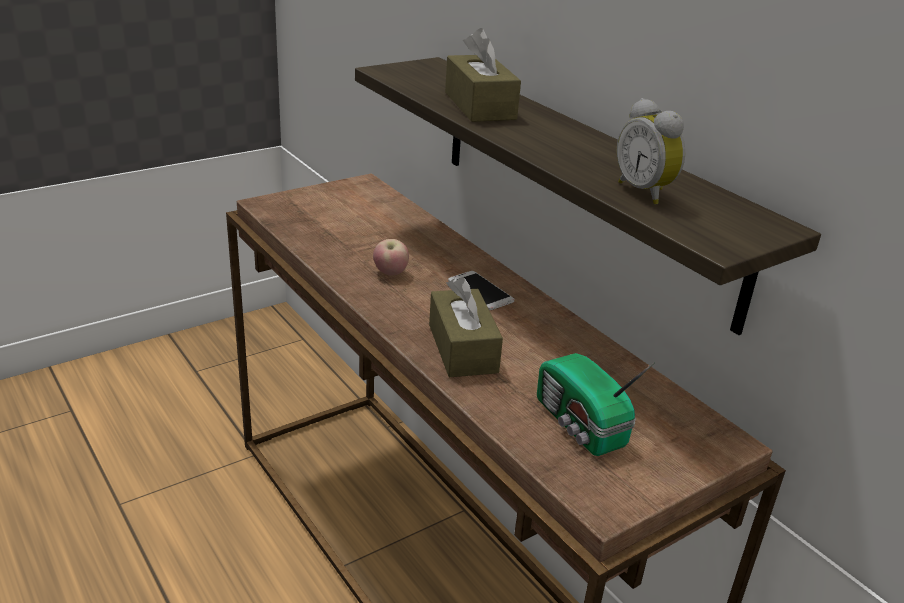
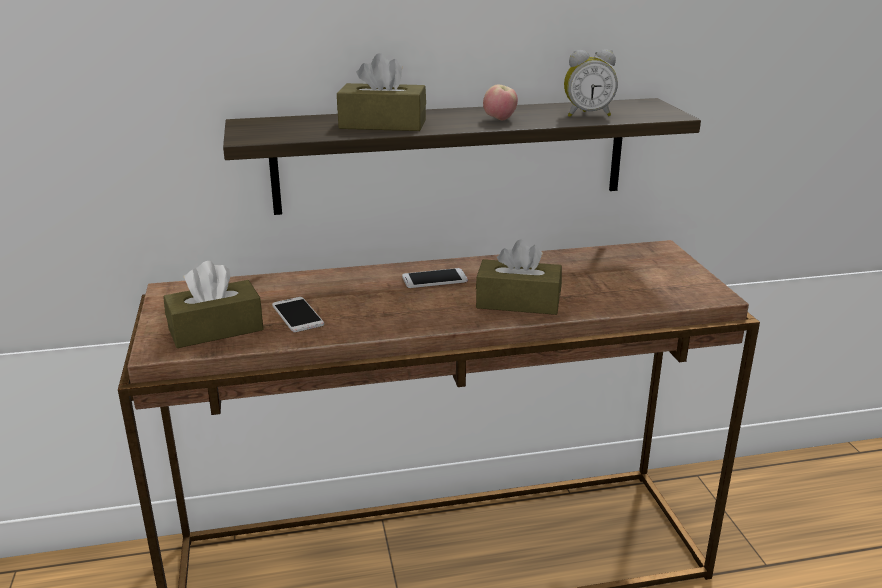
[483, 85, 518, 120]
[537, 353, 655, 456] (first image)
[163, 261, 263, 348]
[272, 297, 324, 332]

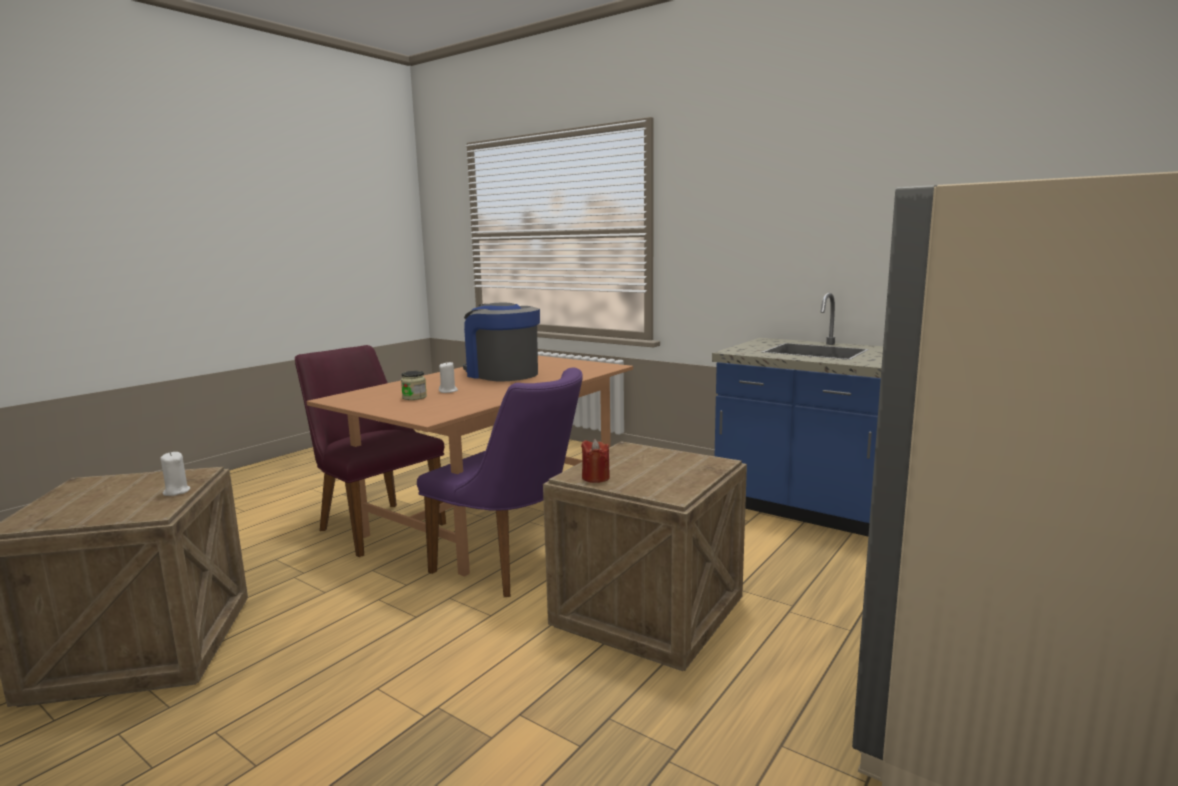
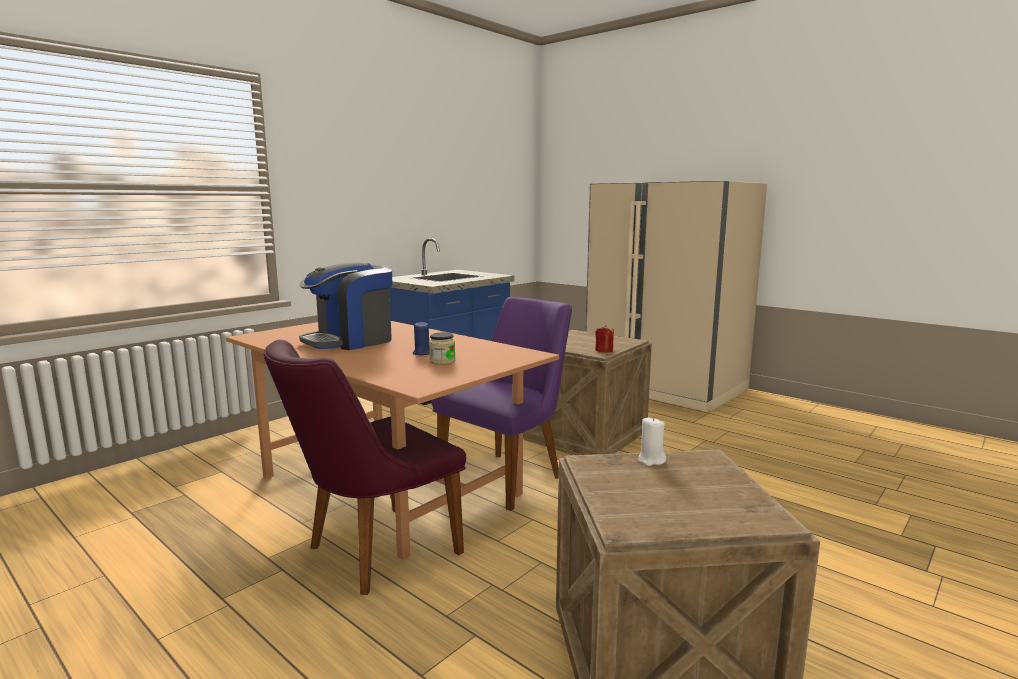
[413, 322, 430, 355]

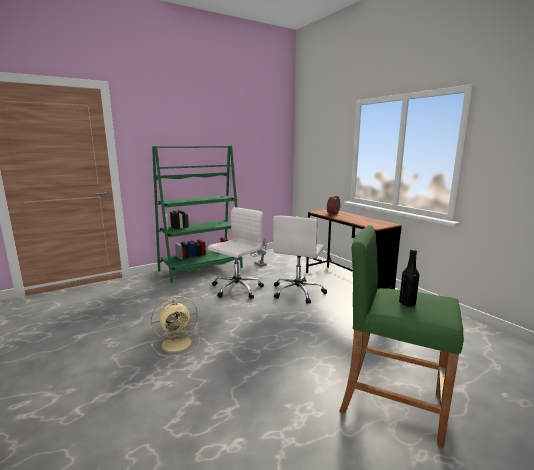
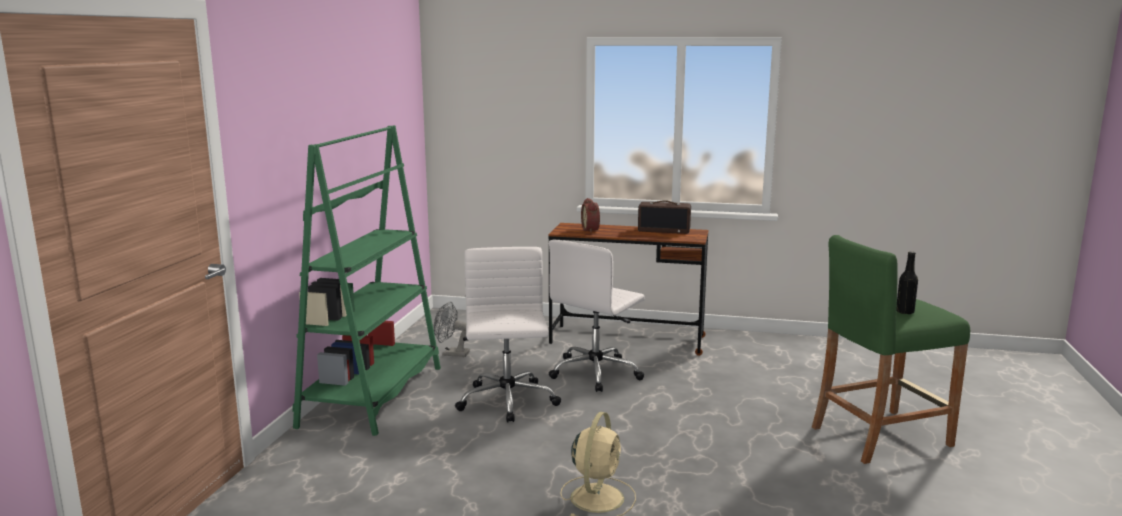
[549, 240, 645, 392]
[638, 200, 691, 234]

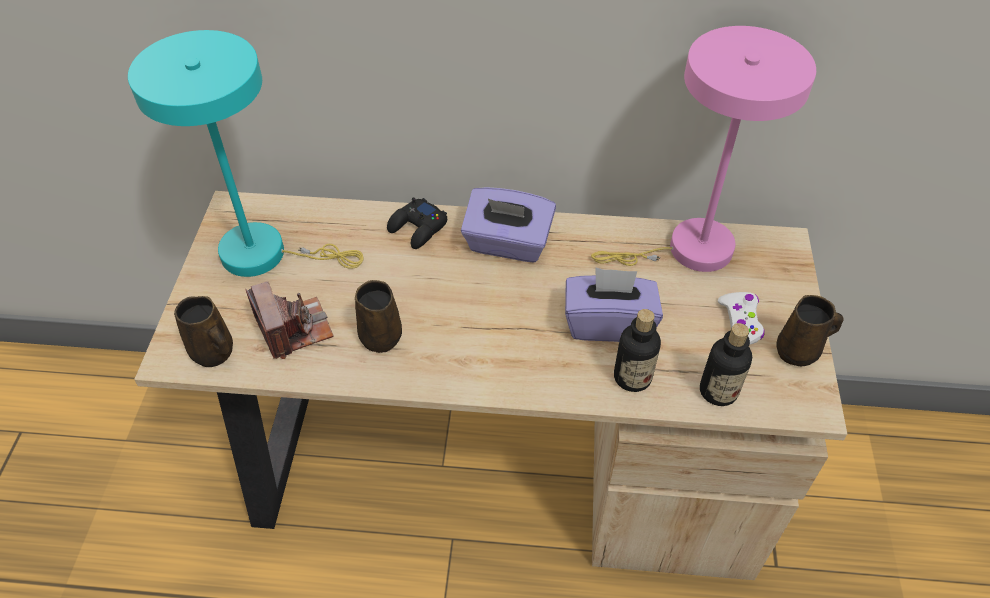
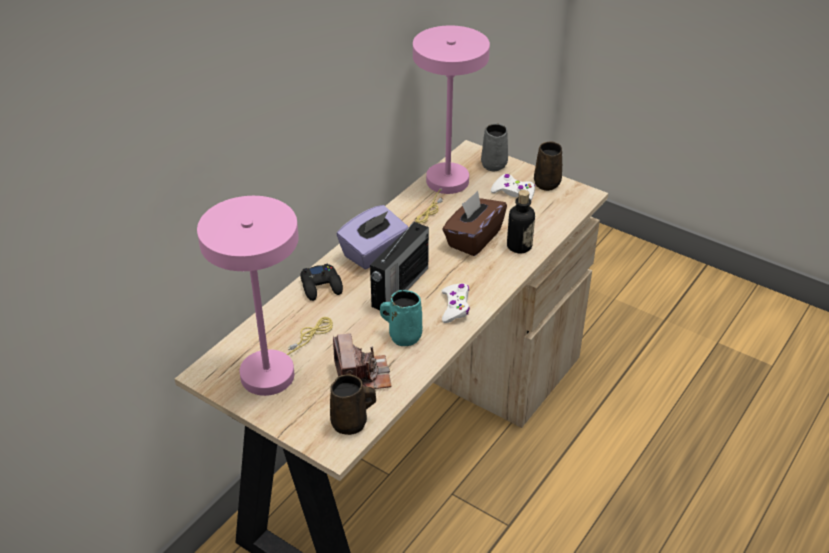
[197, 196, 333, 396]
[442, 191, 507, 256]
[380, 290, 423, 346]
[333, 333, 392, 389]
[700, 323, 752, 406] (first image)
[481, 123, 508, 171]
[370, 220, 429, 310]
[442, 283, 470, 323]

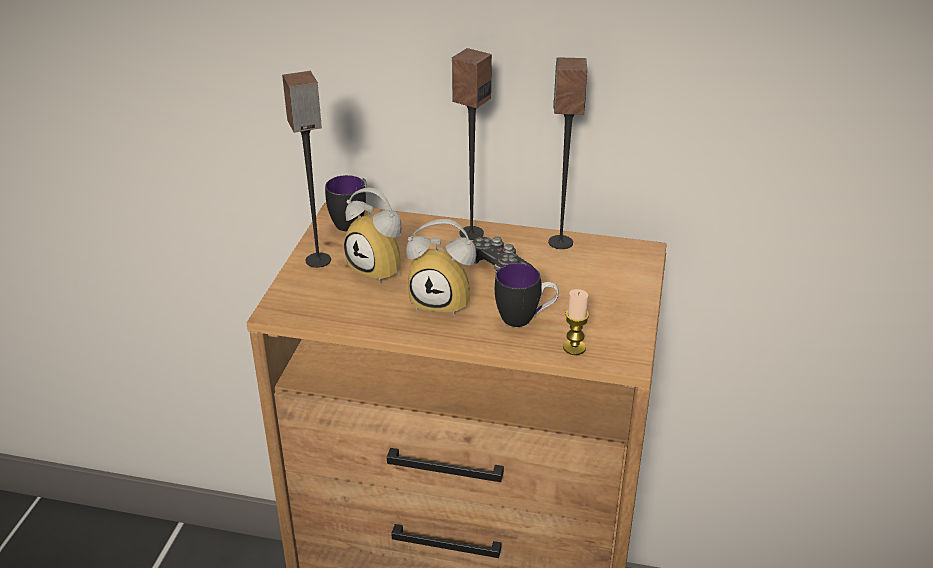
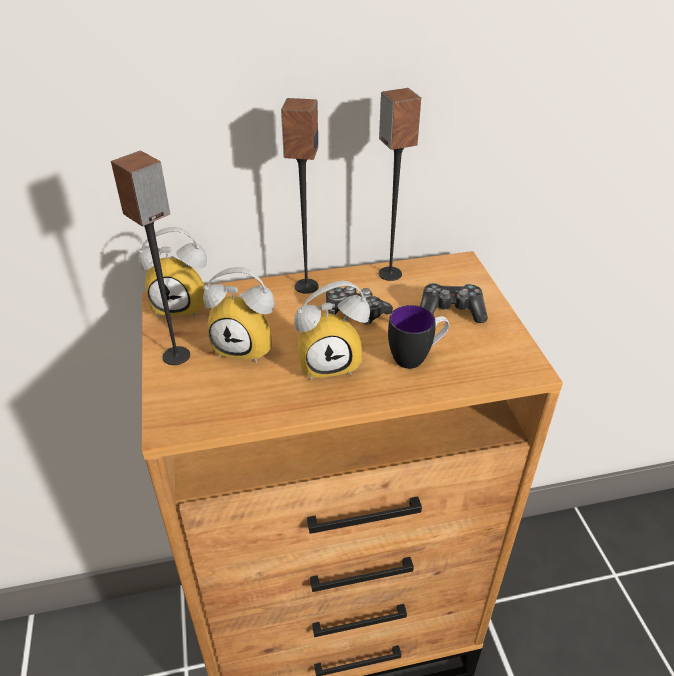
[138, 227, 207, 318]
[563, 289, 589, 355] (first image)
[420, 283, 488, 323]

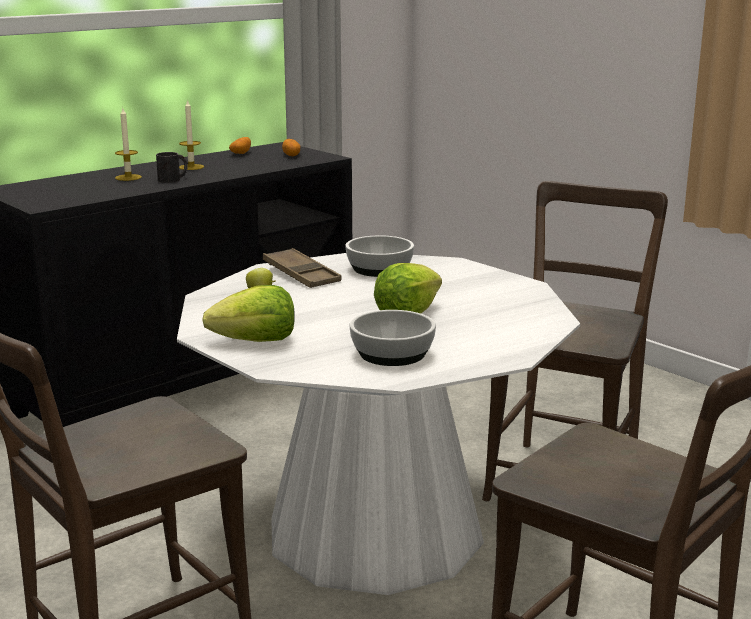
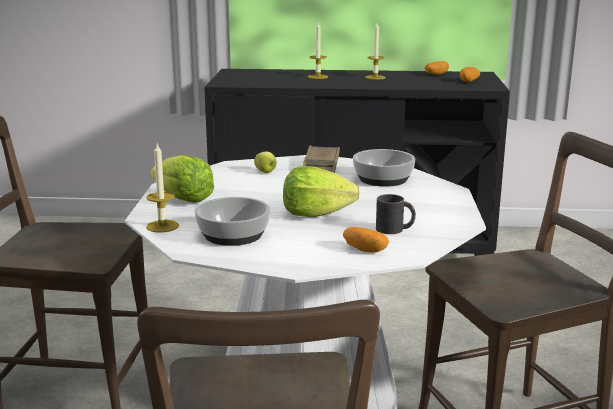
[376, 194, 416, 234]
[146, 144, 179, 232]
[343, 227, 389, 253]

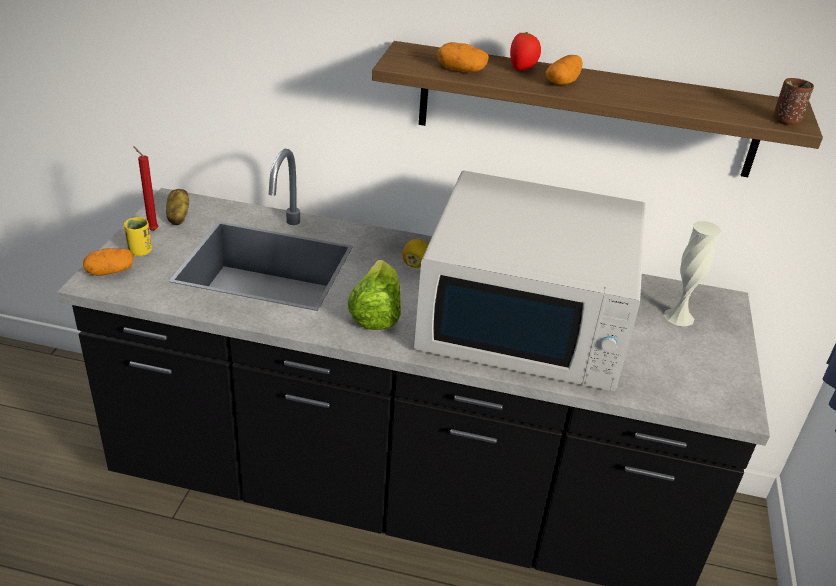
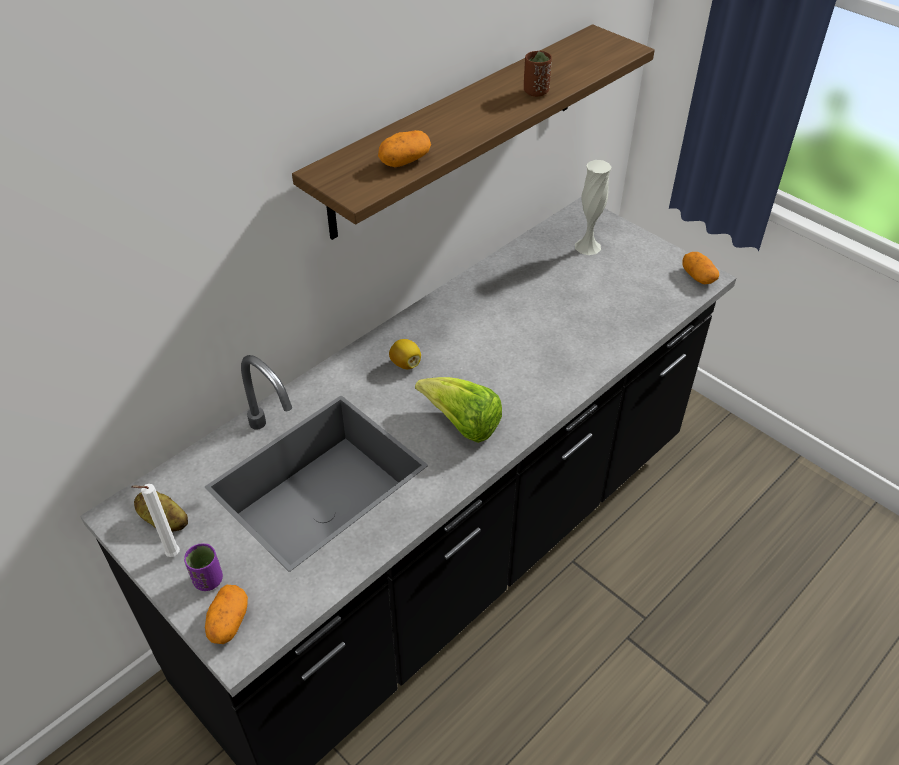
[510, 32, 541, 71] (first image)
[682, 252, 719, 284]
[524, 51, 552, 97]
[131, 484, 180, 557]
[414, 171, 646, 391] (first image)
[184, 543, 223, 591]

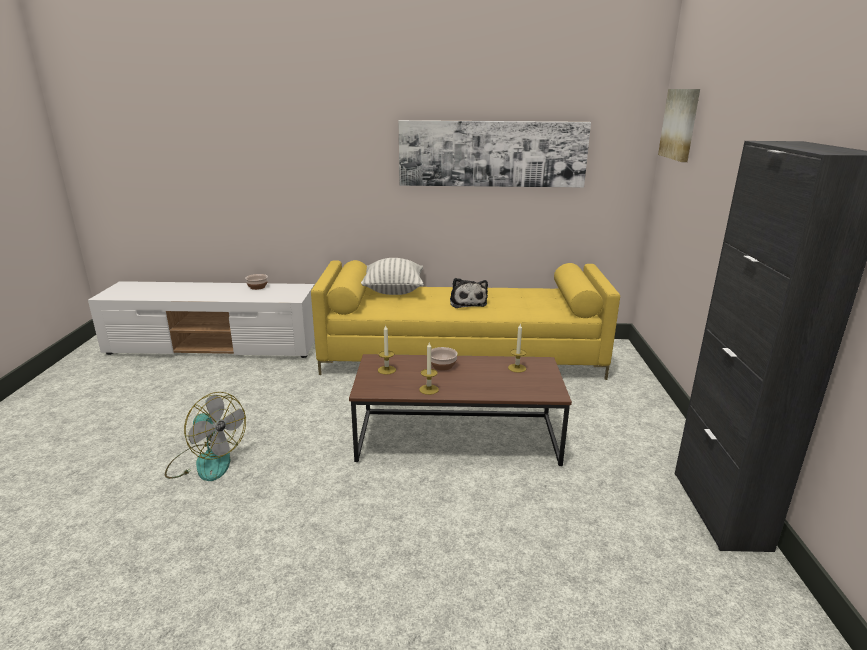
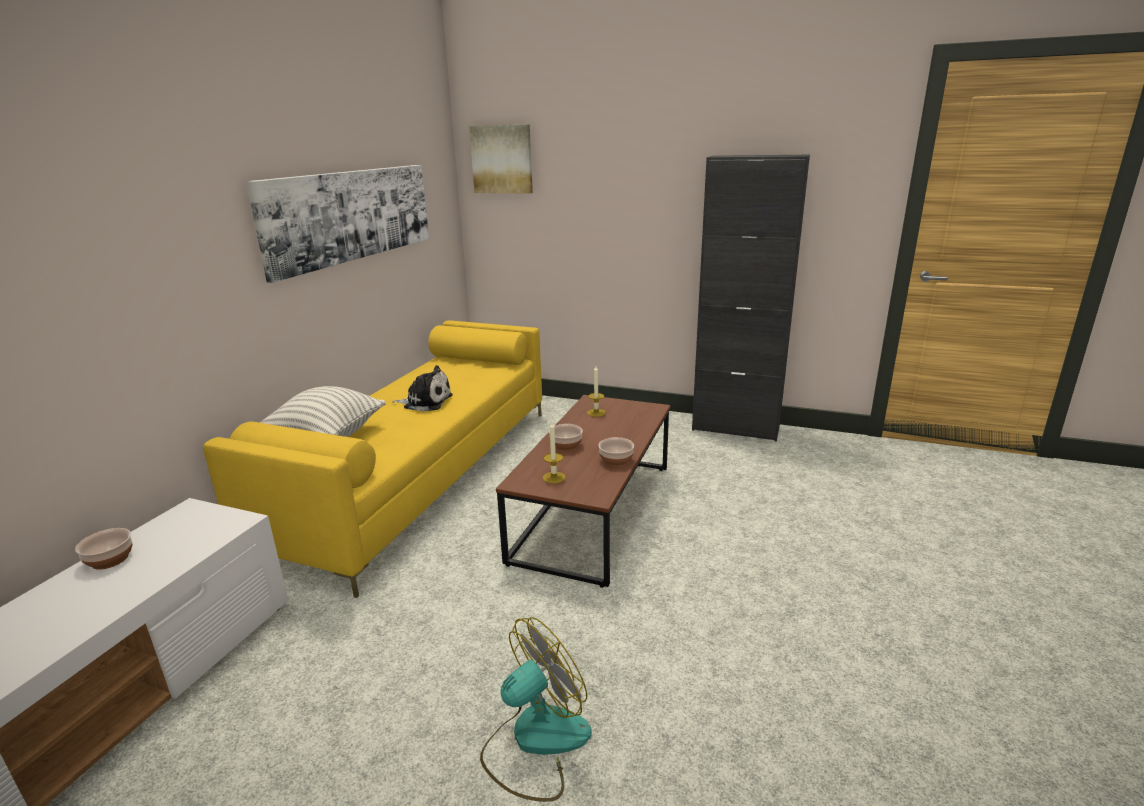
[598, 437, 634, 466]

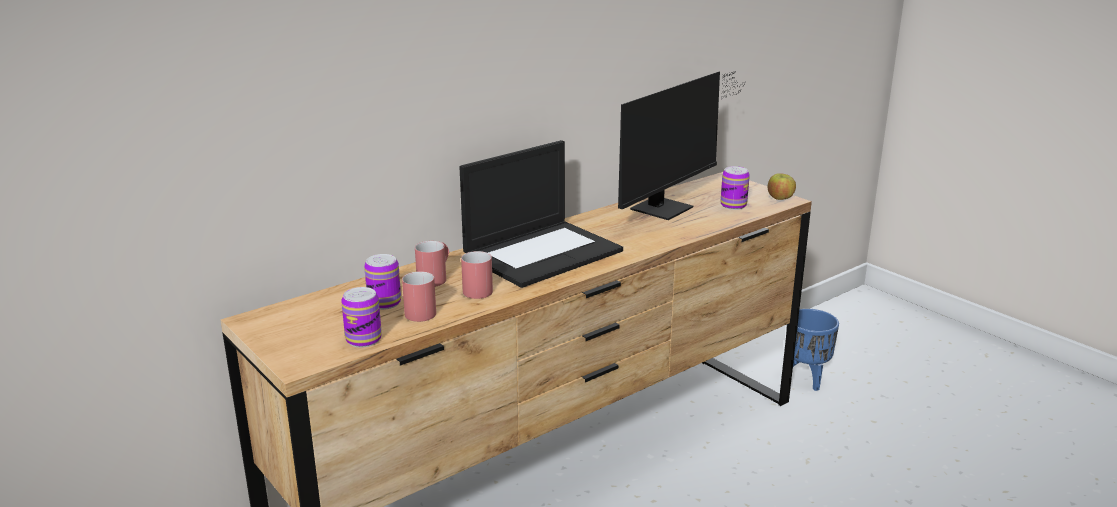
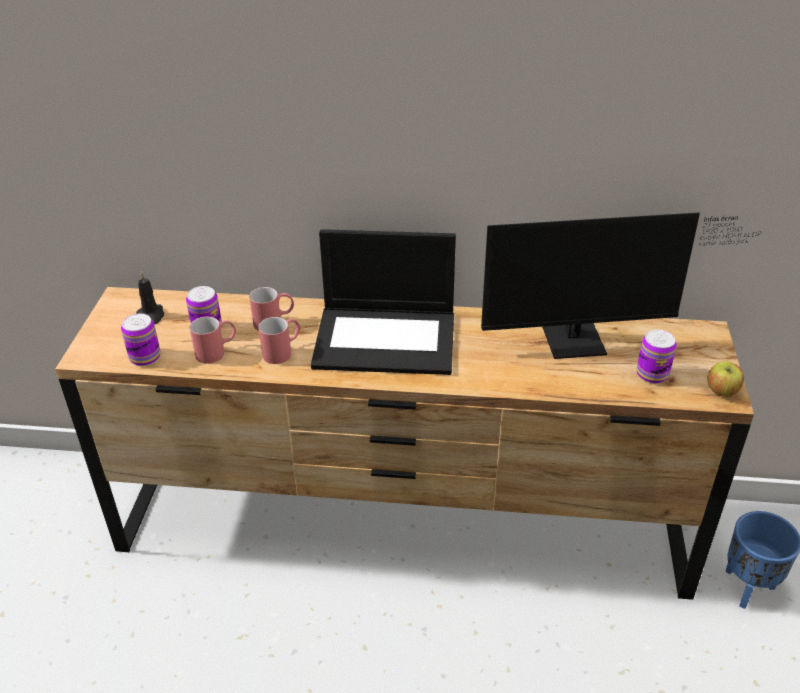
[136, 272, 164, 324]

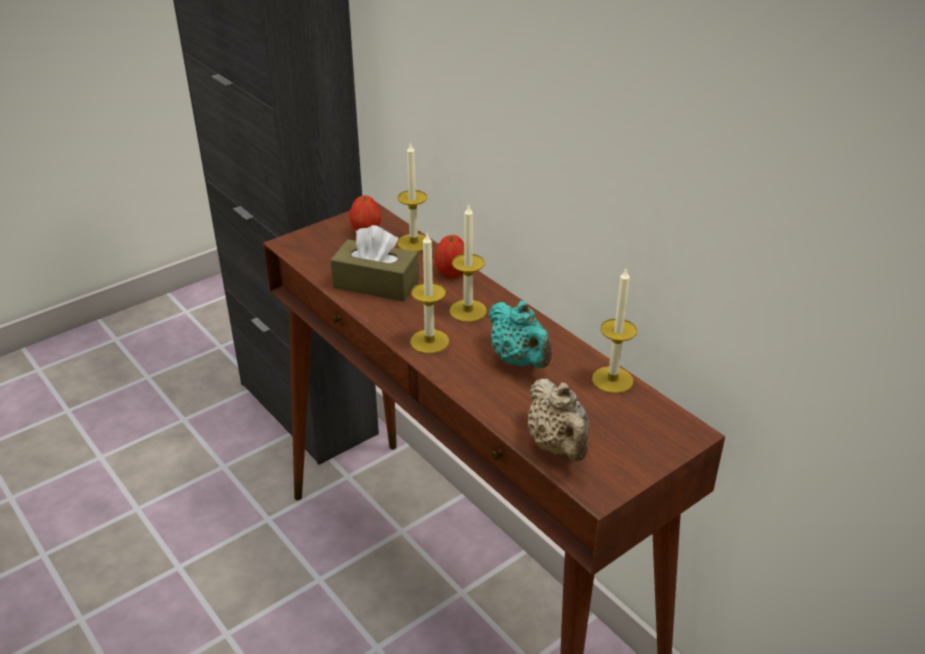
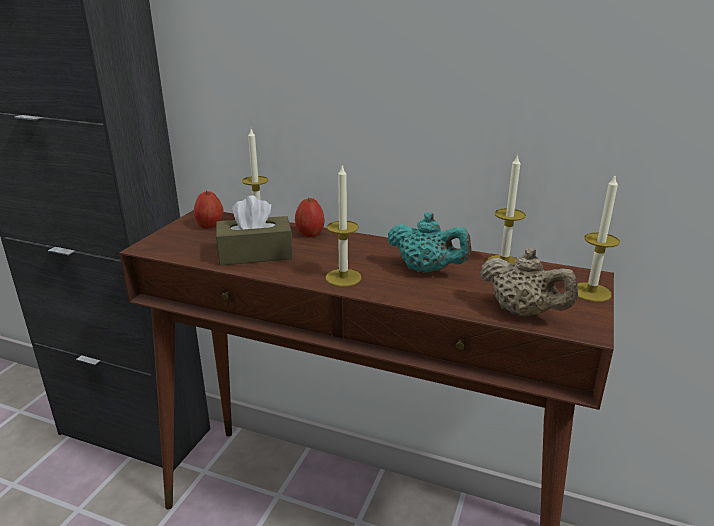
[578, 174, 620, 302]

